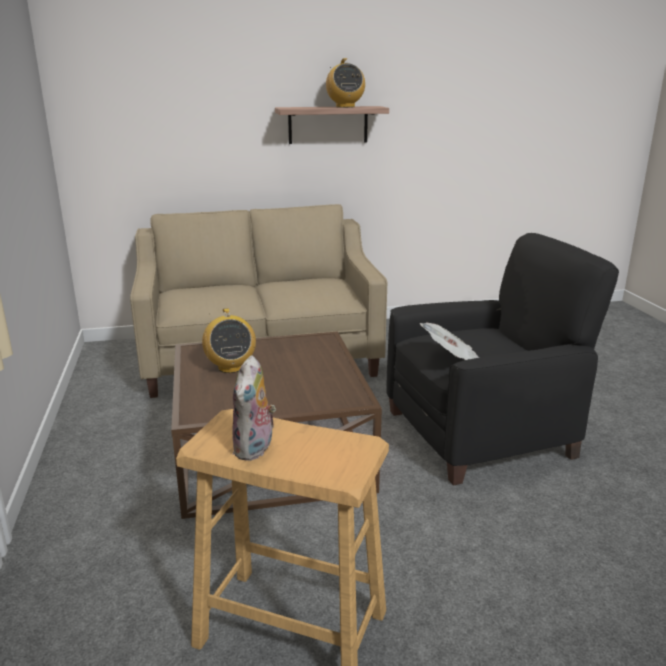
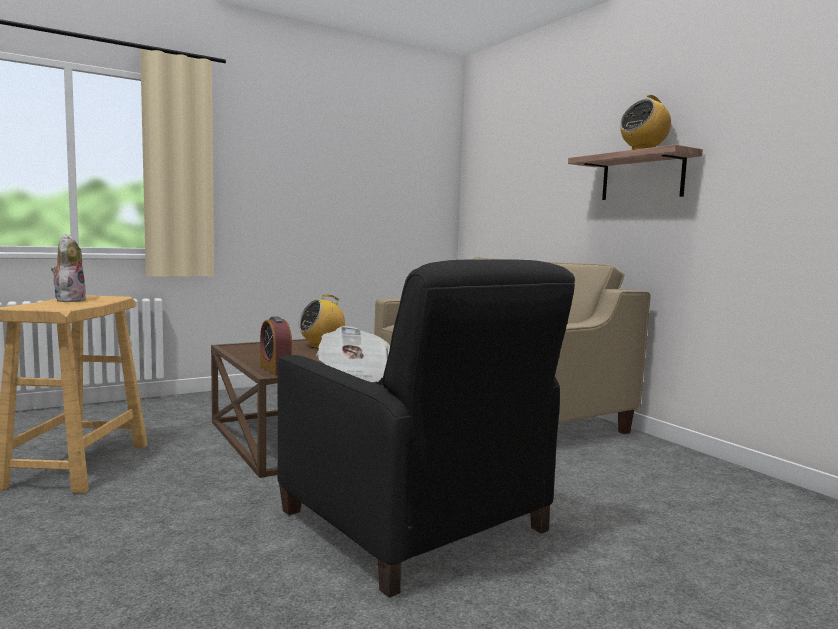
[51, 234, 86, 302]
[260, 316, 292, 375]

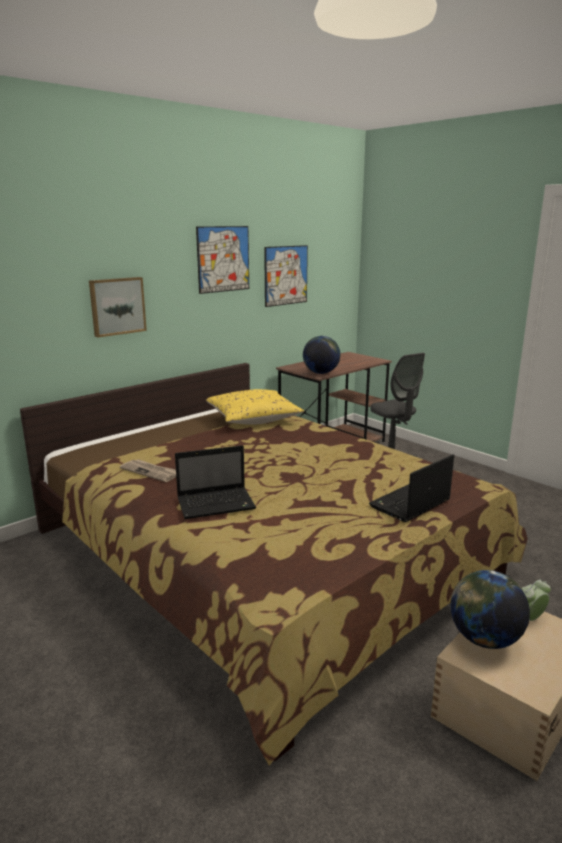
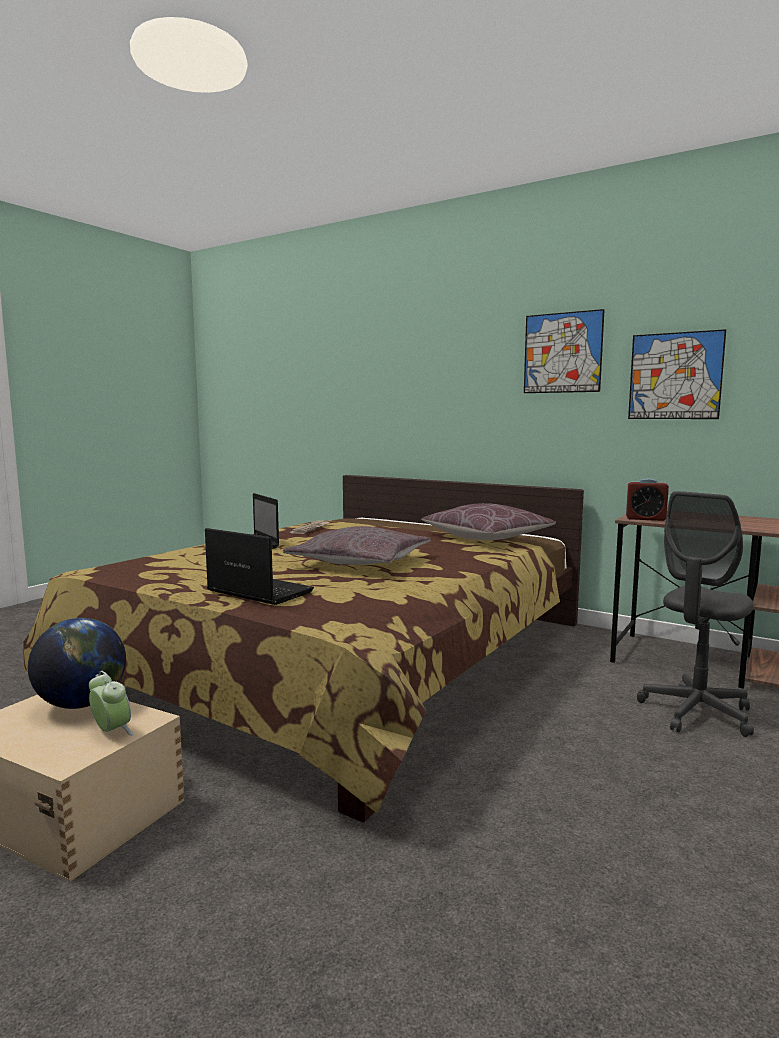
[89, 277, 147, 337] (first image)
[626, 478, 669, 521]
[421, 503, 556, 540]
[283, 526, 431, 565]

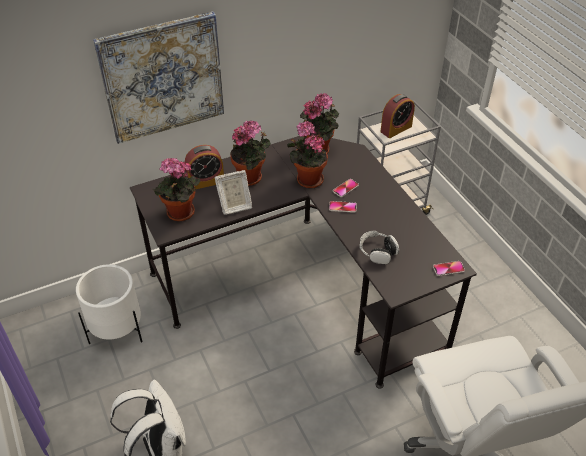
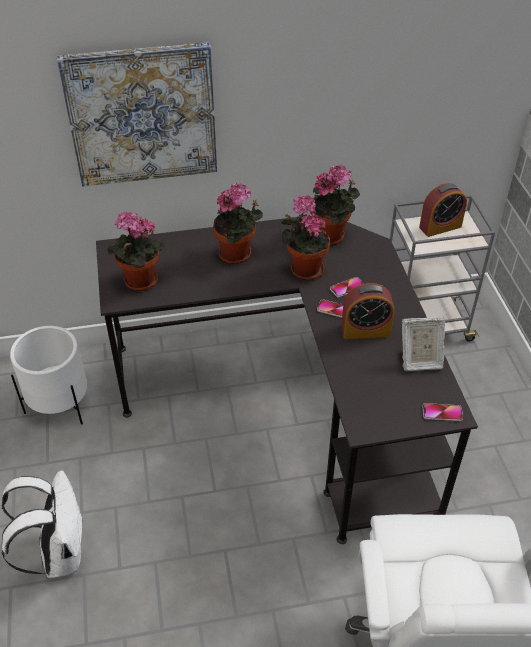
[341, 283, 394, 339]
[402, 317, 445, 371]
[359, 231, 399, 264] (first image)

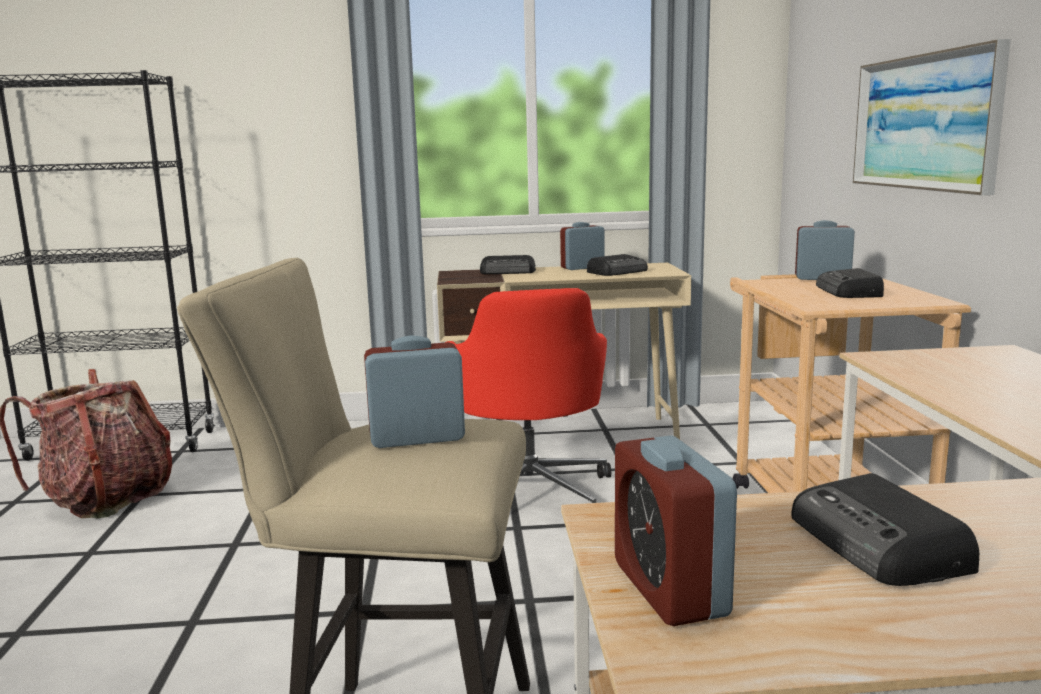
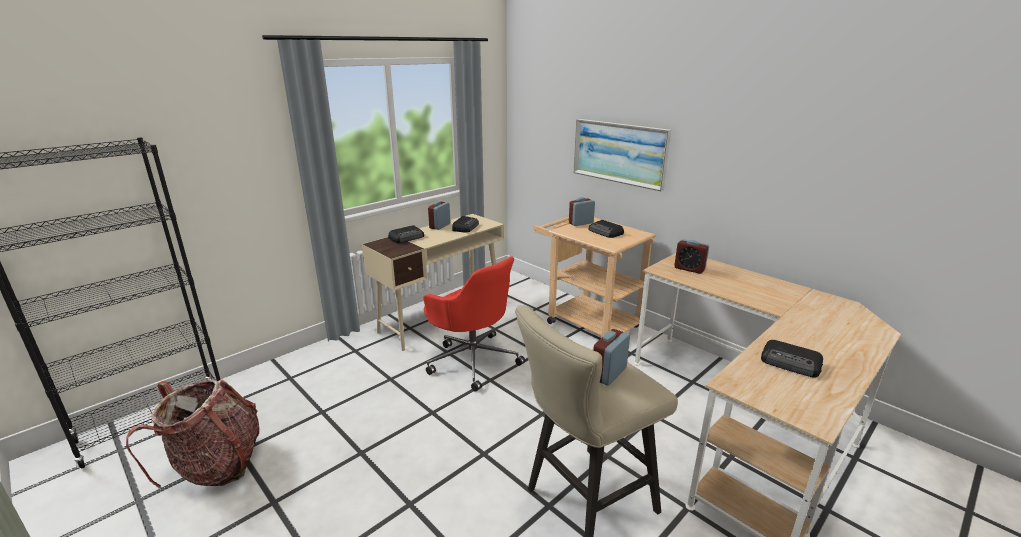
[674, 239, 709, 274]

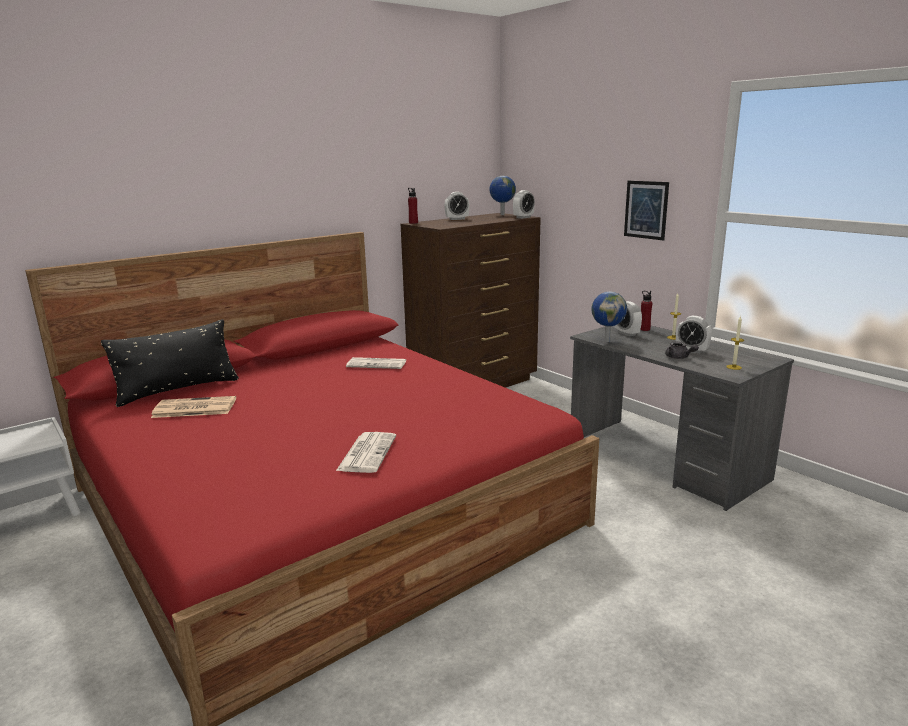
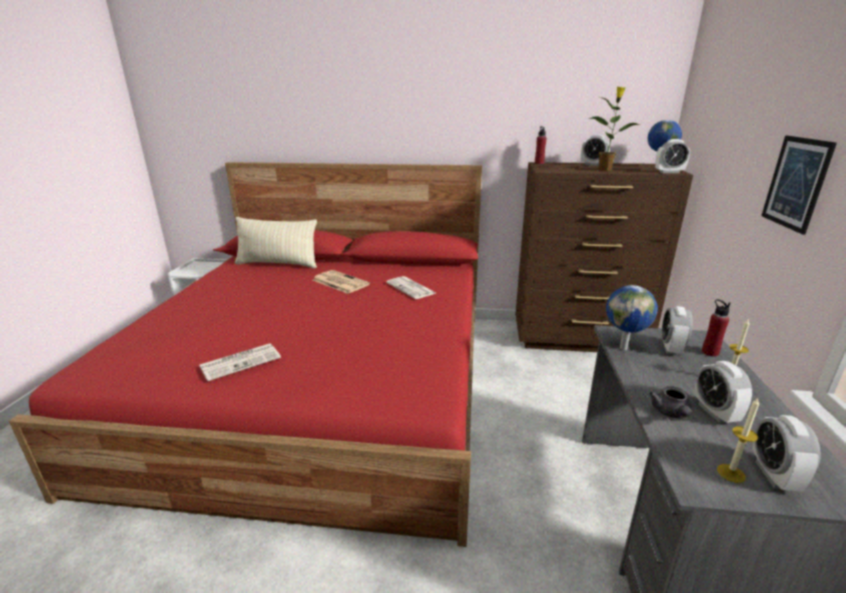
[235, 217, 317, 268]
[313, 270, 370, 294]
[589, 87, 641, 171]
[752, 415, 821, 492]

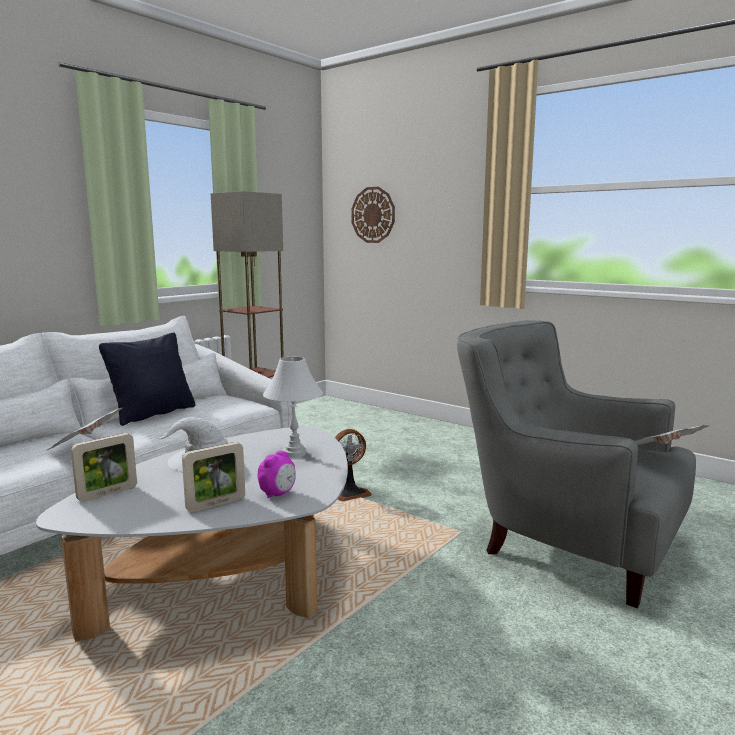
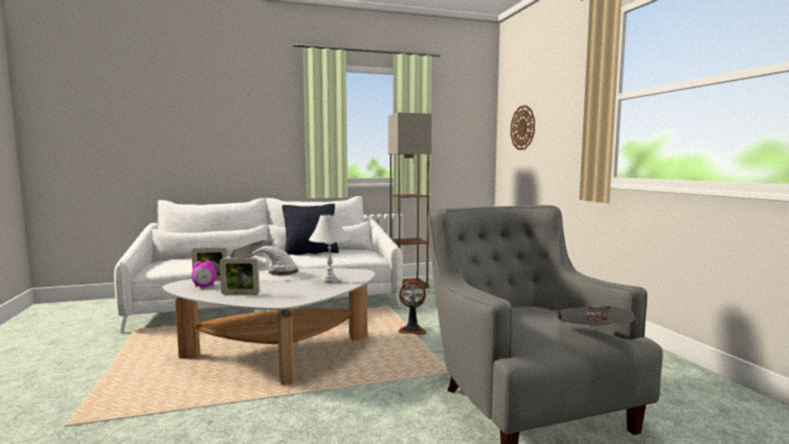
[191, 261, 217, 287]

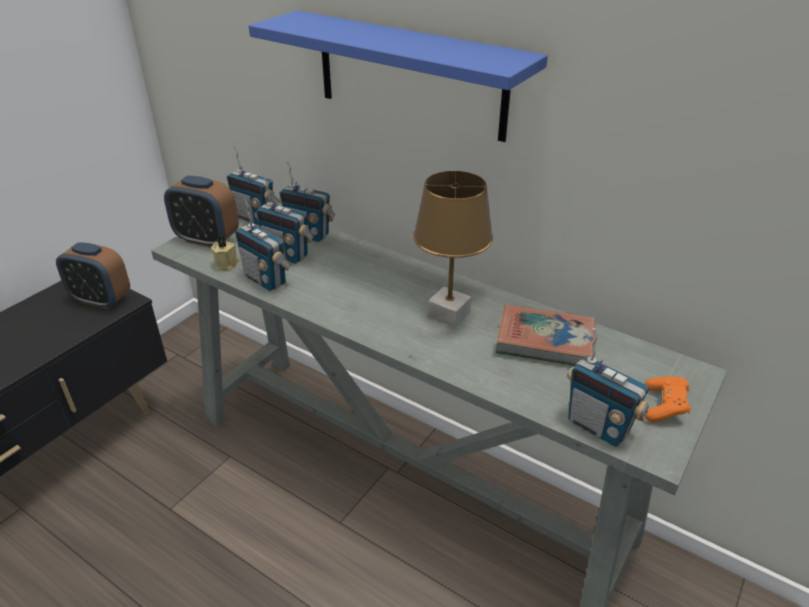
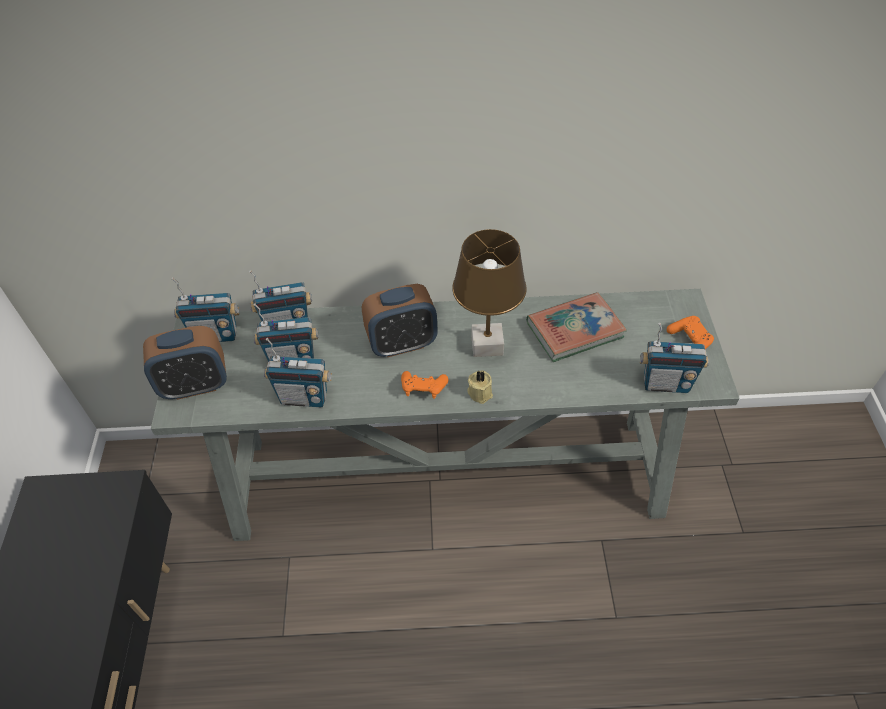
[249, 11, 548, 142] (first image)
[467, 370, 493, 404]
[362, 284, 438, 357]
[401, 371, 448, 399]

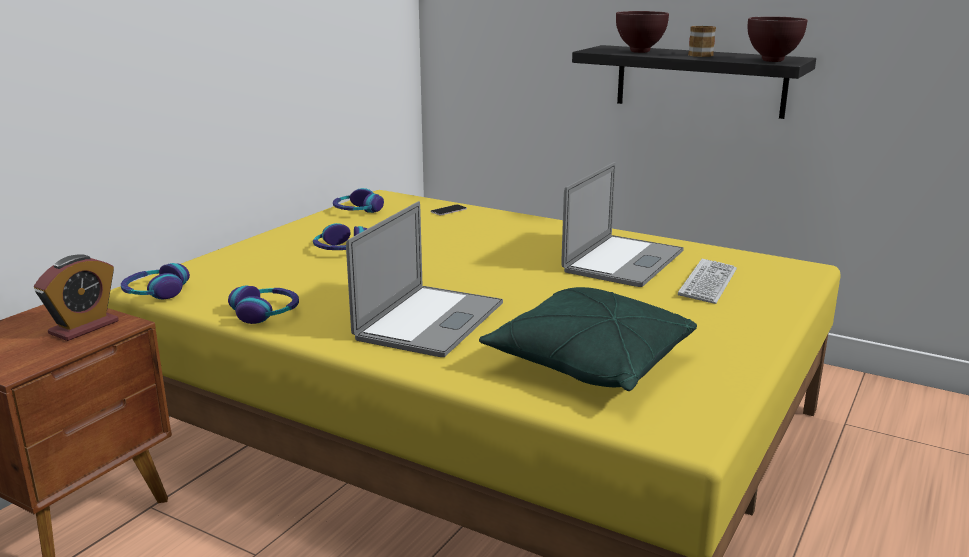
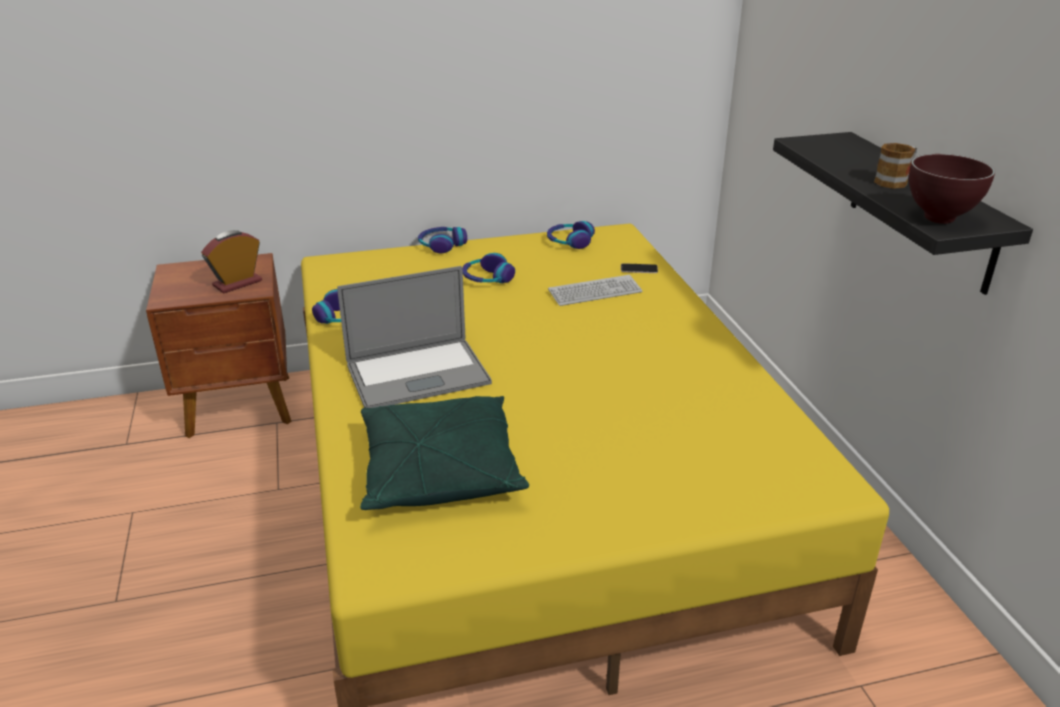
[616, 11, 669, 53] (first image)
[561, 162, 684, 287] (first image)
[201, 230, 262, 293]
[548, 275, 642, 306]
[418, 227, 467, 253]

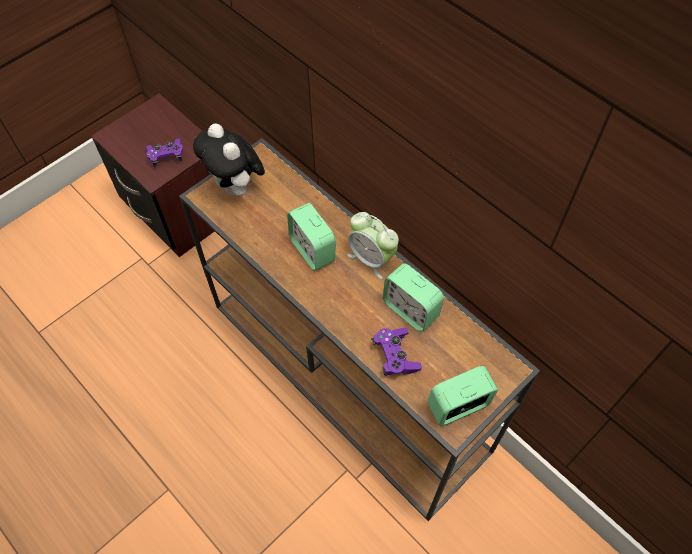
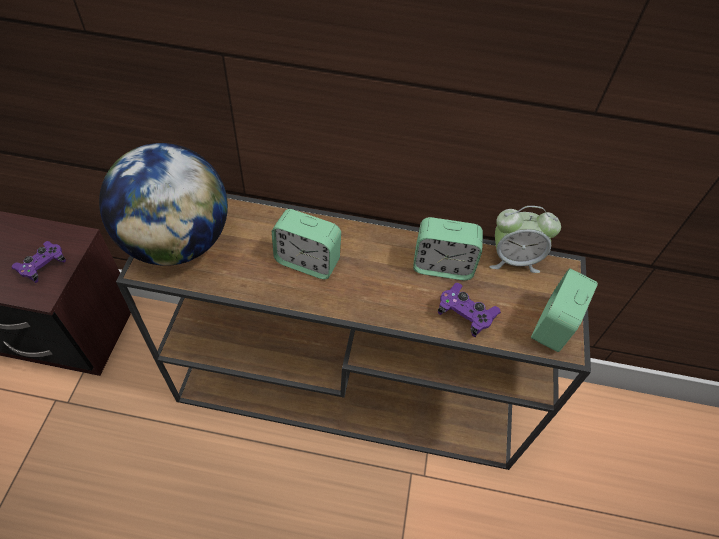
[99, 143, 228, 266]
[490, 206, 561, 273]

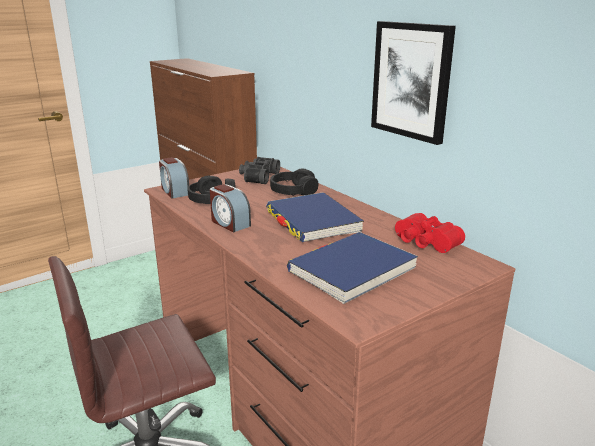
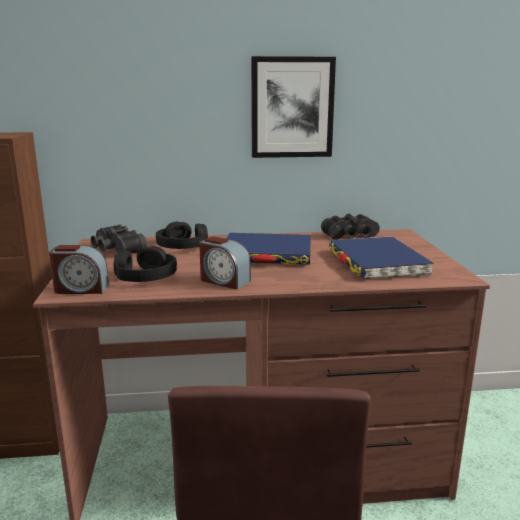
[199, 236, 251, 290]
[321, 214, 380, 240]

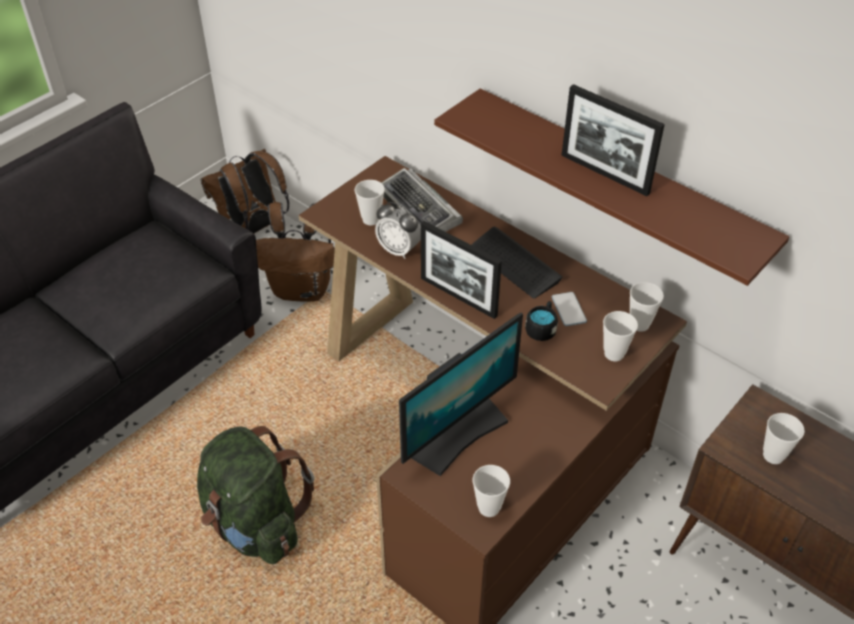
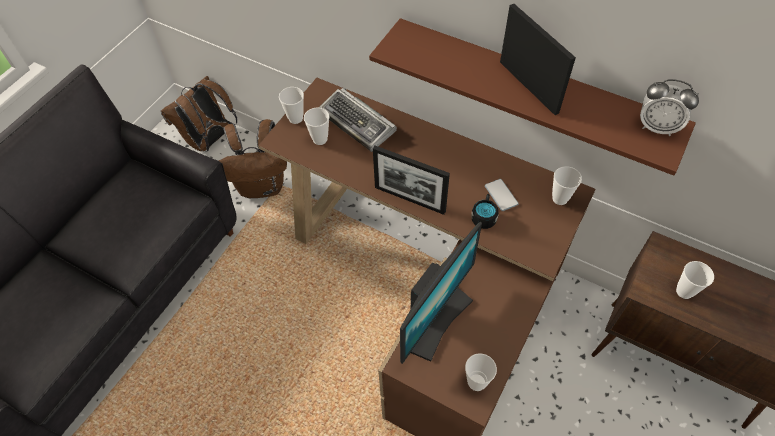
[500, 4, 576, 115]
[640, 79, 699, 136]
[472, 227, 563, 298] (first image)
[279, 87, 304, 124]
[197, 426, 314, 564] (first image)

